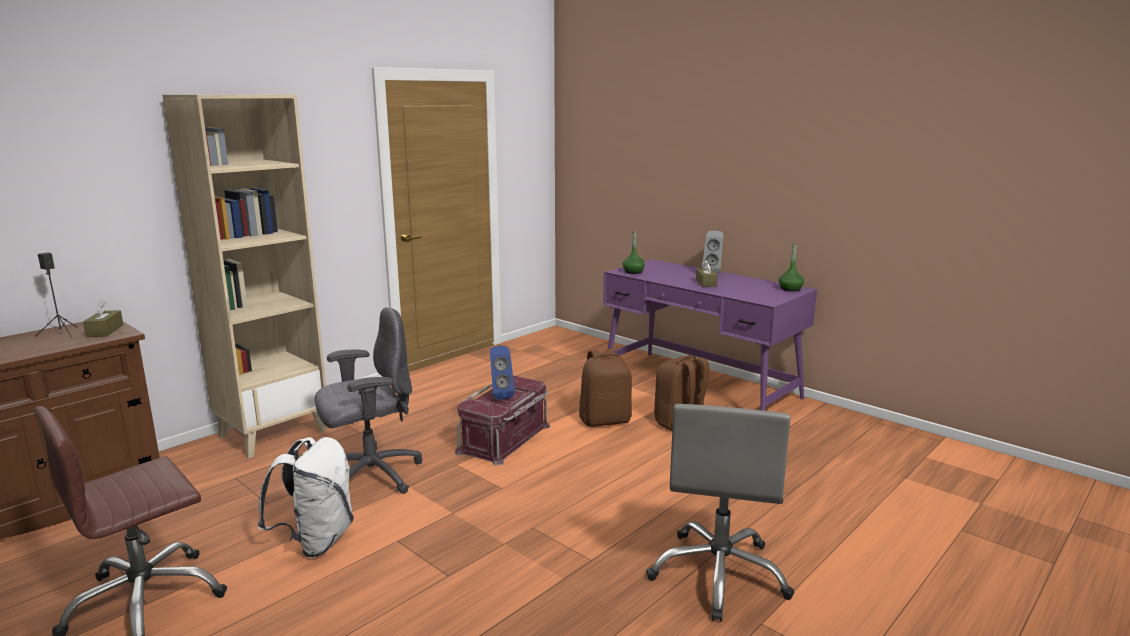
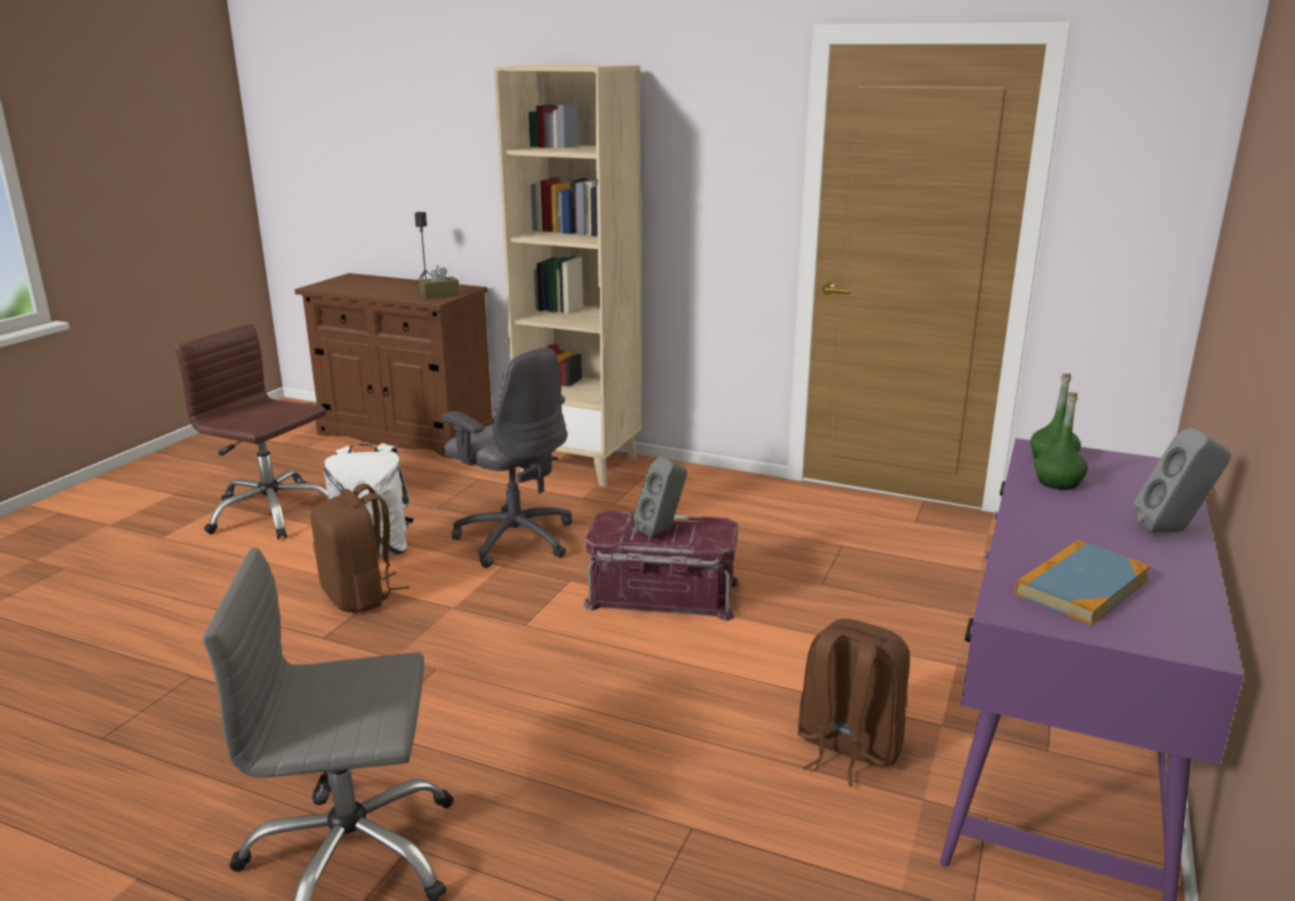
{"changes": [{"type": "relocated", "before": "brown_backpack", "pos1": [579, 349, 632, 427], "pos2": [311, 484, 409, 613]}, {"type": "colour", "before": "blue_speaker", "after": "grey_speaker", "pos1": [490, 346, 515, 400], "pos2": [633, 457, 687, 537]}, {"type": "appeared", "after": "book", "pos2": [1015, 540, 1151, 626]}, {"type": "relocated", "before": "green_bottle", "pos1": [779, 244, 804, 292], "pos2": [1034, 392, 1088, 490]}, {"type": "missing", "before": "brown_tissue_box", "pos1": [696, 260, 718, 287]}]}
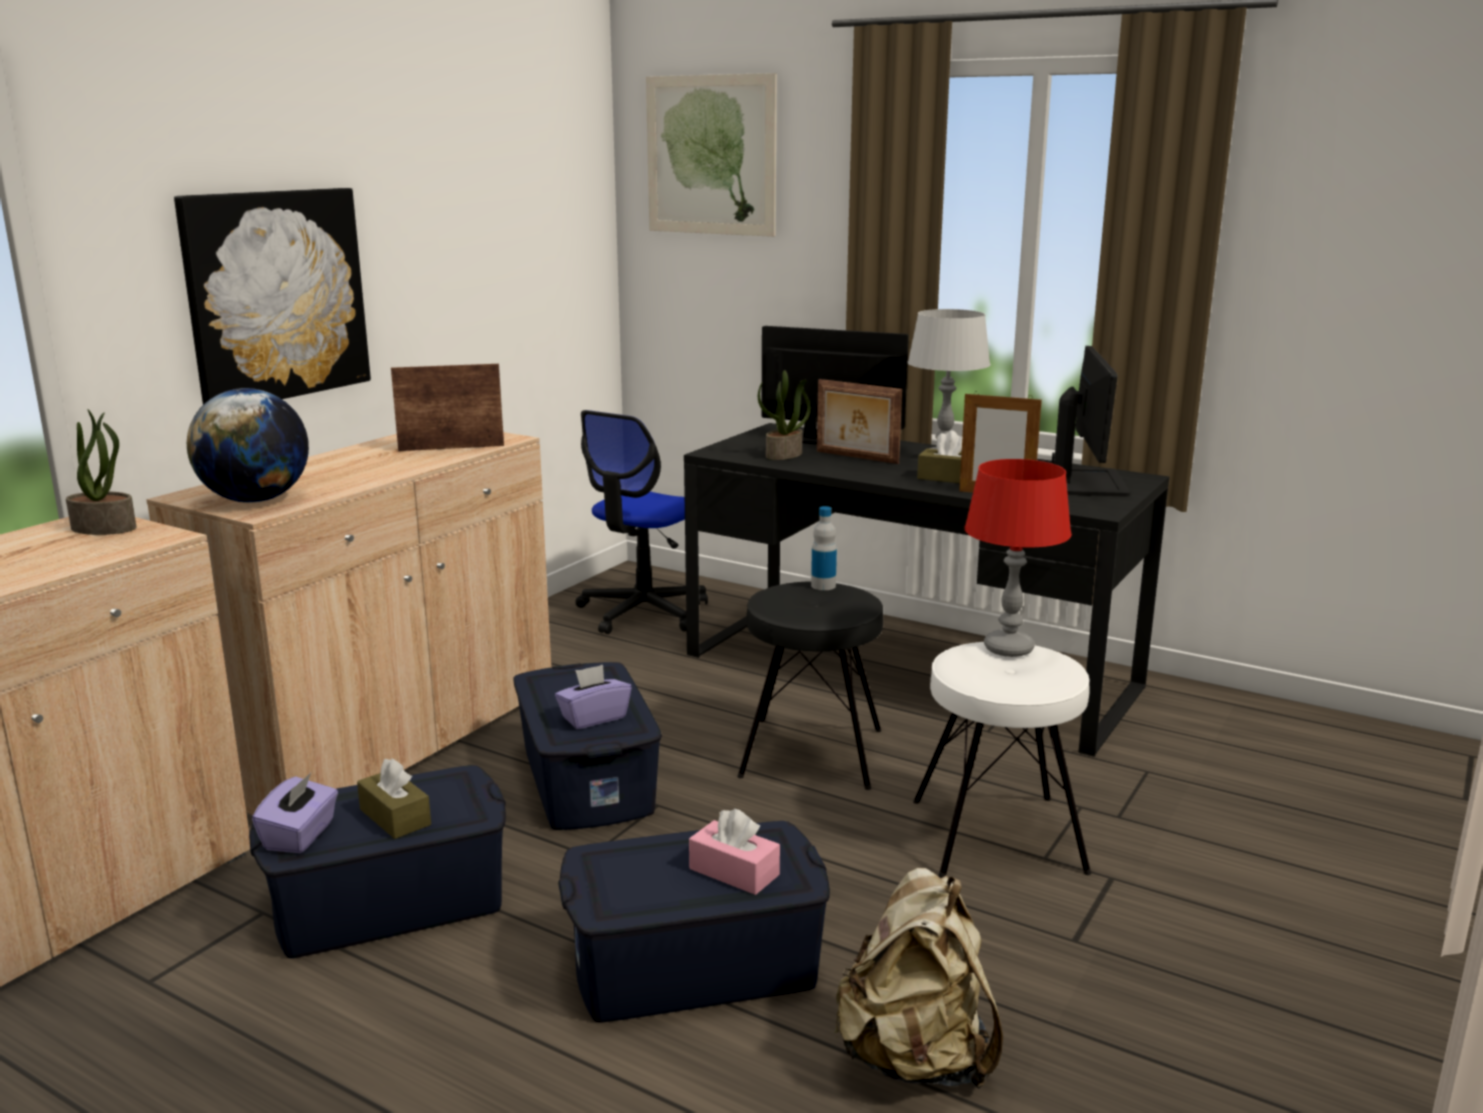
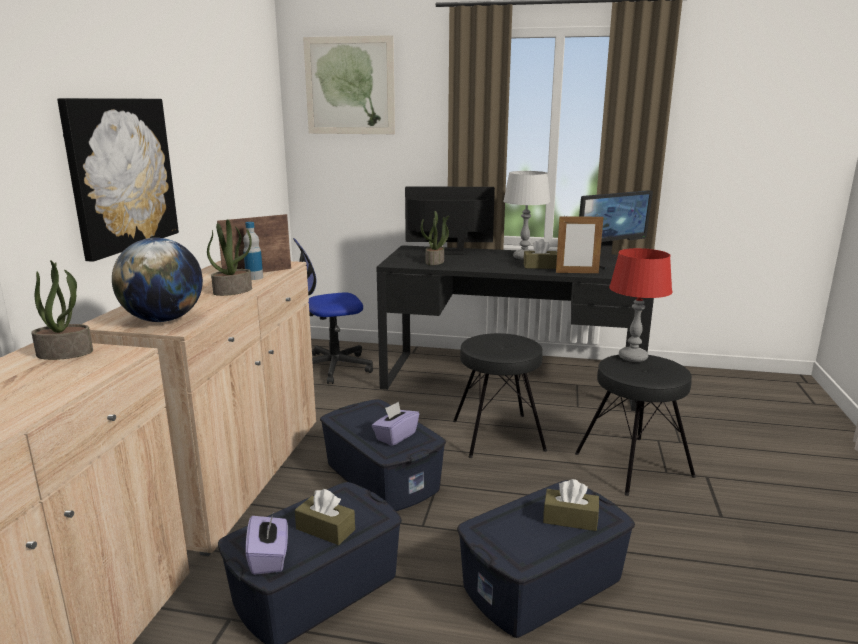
{"changes": [{"type": "appeared", "after": "potted_plant", "pos2": [207, 219, 252, 296]}, {"type": "relocated", "before": "bottle", "pos1": [811, 506, 837, 590], "pos2": [243, 222, 263, 280]}, {"type": "spun", "before": "office_chair", "pos1": [575, 410, 708, 634], "pos2": [293, 238, 373, 384], "turn": 60}, {"type": "colour", "before": "pink_tissue_box", "after": "brown_tissue_box", "pos1": [689, 809, 780, 895], "pos2": [543, 479, 599, 531]}, {"type": "colour", "before": "white_stool", "after": "black_stool", "pos1": [913, 642, 1091, 878], "pos2": [575, 355, 696, 496]}, {"type": "spun", "before": "monitor", "pos1": [1052, 346, 1130, 497], "pos2": [579, 190, 653, 269], "turn": 75}, {"type": "missing", "before": "picture_frame", "pos1": [817, 379, 902, 464]}, {"type": "missing", "before": "beige_backpack", "pos1": [834, 868, 1003, 1089]}]}
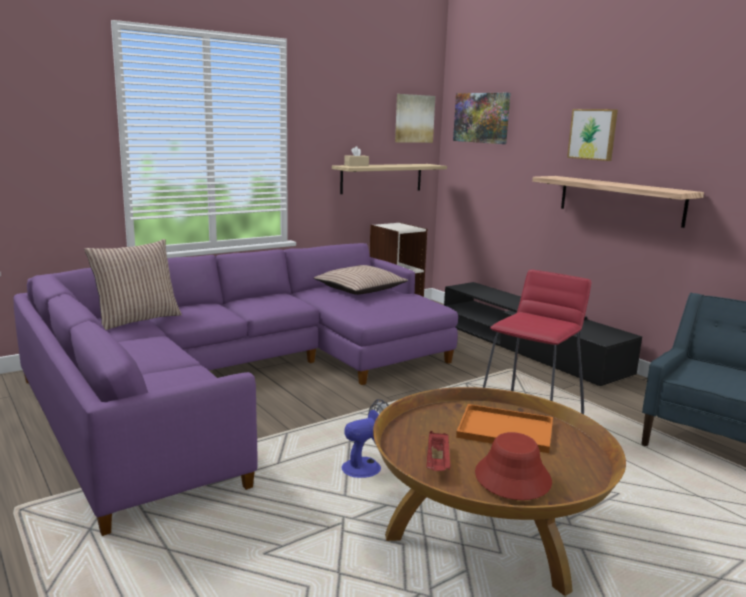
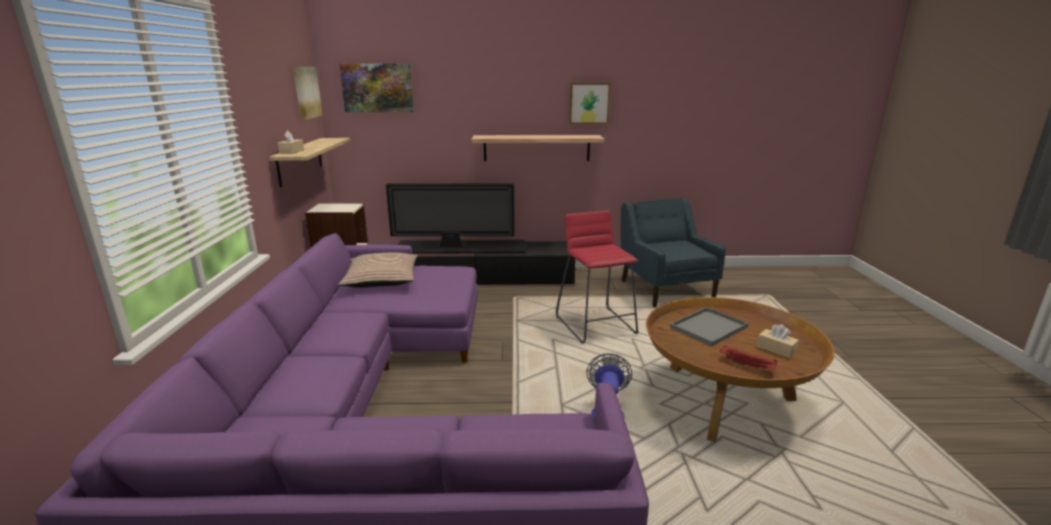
{"changes": [{"type": "appeared", "after": "television", "pos2": [386, 183, 515, 248]}, {"type": "relocated", "before": "picture", "pos1": [567, 109, 618, 161], "pos2": [570, 83, 610, 124]}, {"type": "colour", "before": "orange_tray", "after": "grey_tray", "pos1": [456, 404, 553, 453], "pos2": [670, 307, 748, 347]}, {"type": "exchanged", "before": "red_hat", "after": "beige_tissue_box", "pos1": [475, 432, 552, 500], "pos2": [757, 324, 799, 358]}, {"type": "missing", "before": "pillow", "pos1": [84, 239, 182, 330]}]}
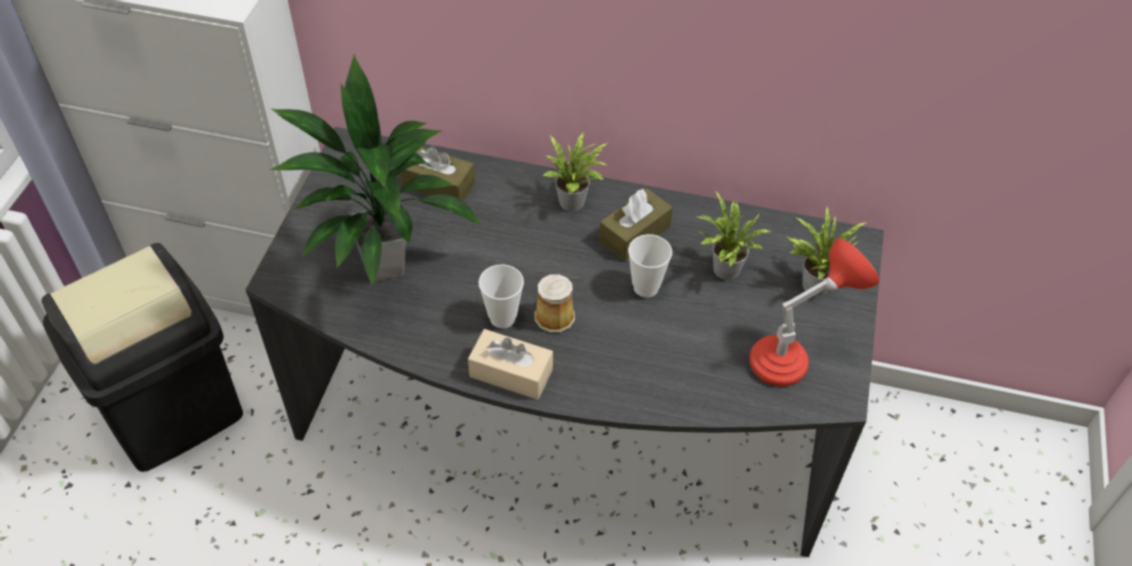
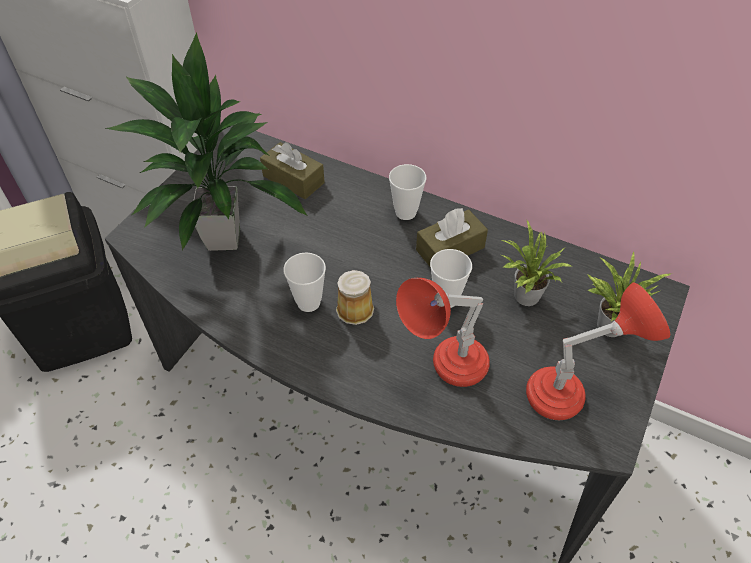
{"changes": [{"type": "exchanged", "before": "potted_plant", "after": "cup", "pos1": [542, 132, 609, 212], "pos2": [389, 164, 427, 220]}, {"type": "appeared", "after": "red_table_lamp", "pos2": [396, 278, 490, 387]}, {"type": "missing", "before": "beige_tissue_box", "pos1": [468, 329, 553, 400]}]}
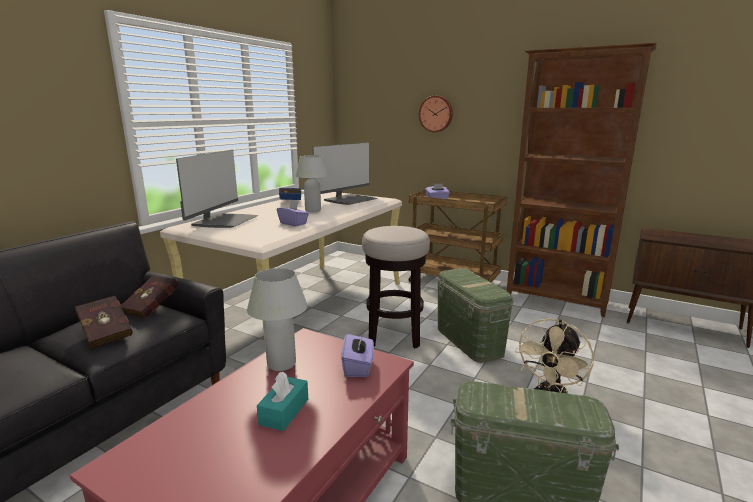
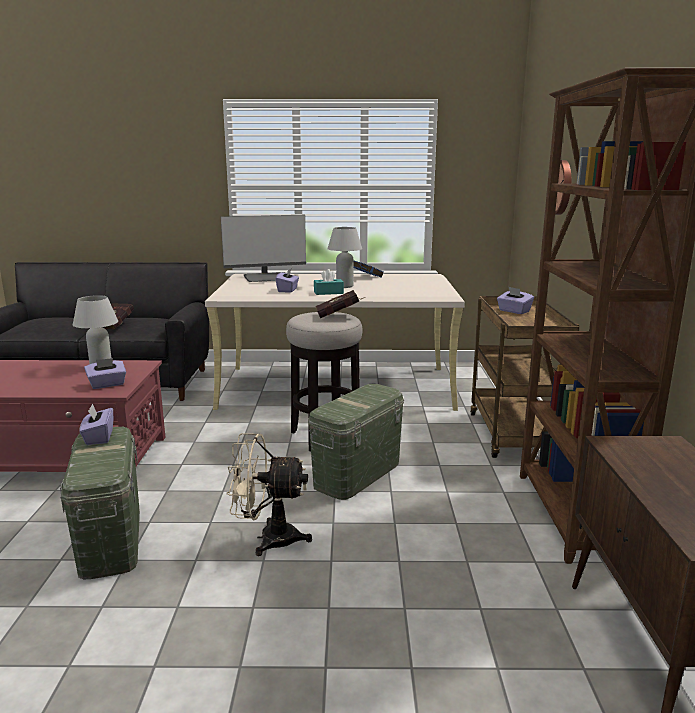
{"changes": [{"type": "appeared", "after": "purple_tissue_box", "pos2": [79, 404, 113, 445]}, {"type": "relocated", "before": "turquoise_tissue_box", "pos1": [257, 372, 308, 431], "pos2": [314, 269, 344, 295]}, {"type": "relocated", "before": "red_book", "pos1": [121, 276, 179, 318], "pos2": [316, 290, 365, 318]}, {"type": "missing", "before": "monitor", "pos1": [313, 142, 378, 205]}]}
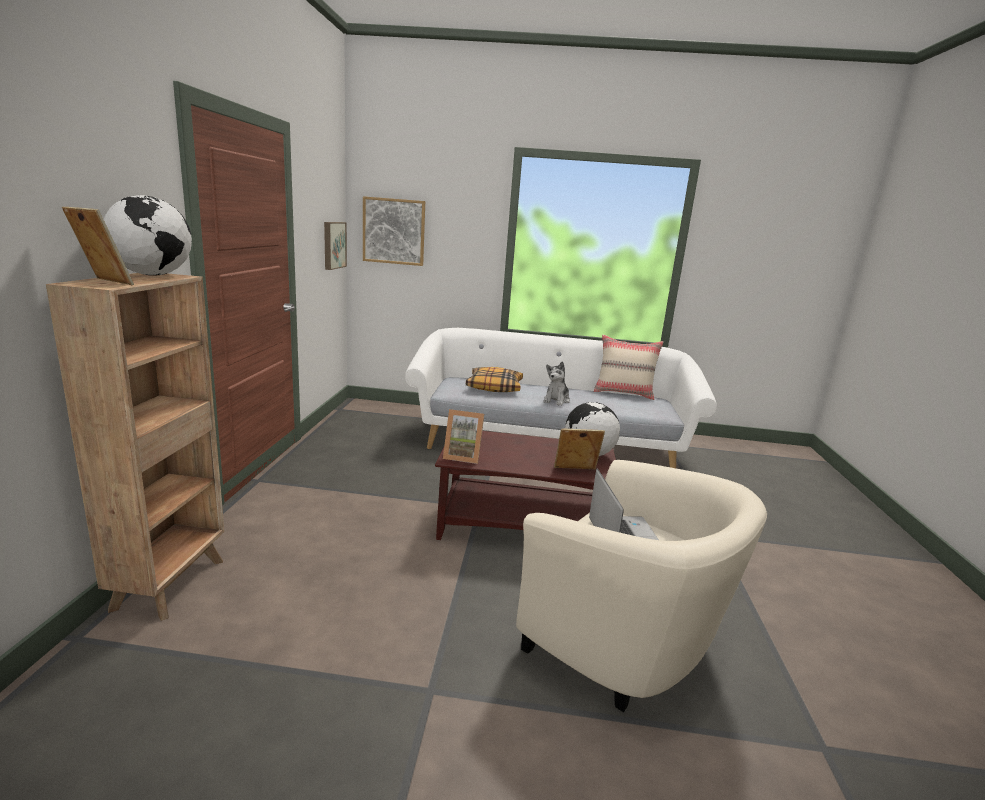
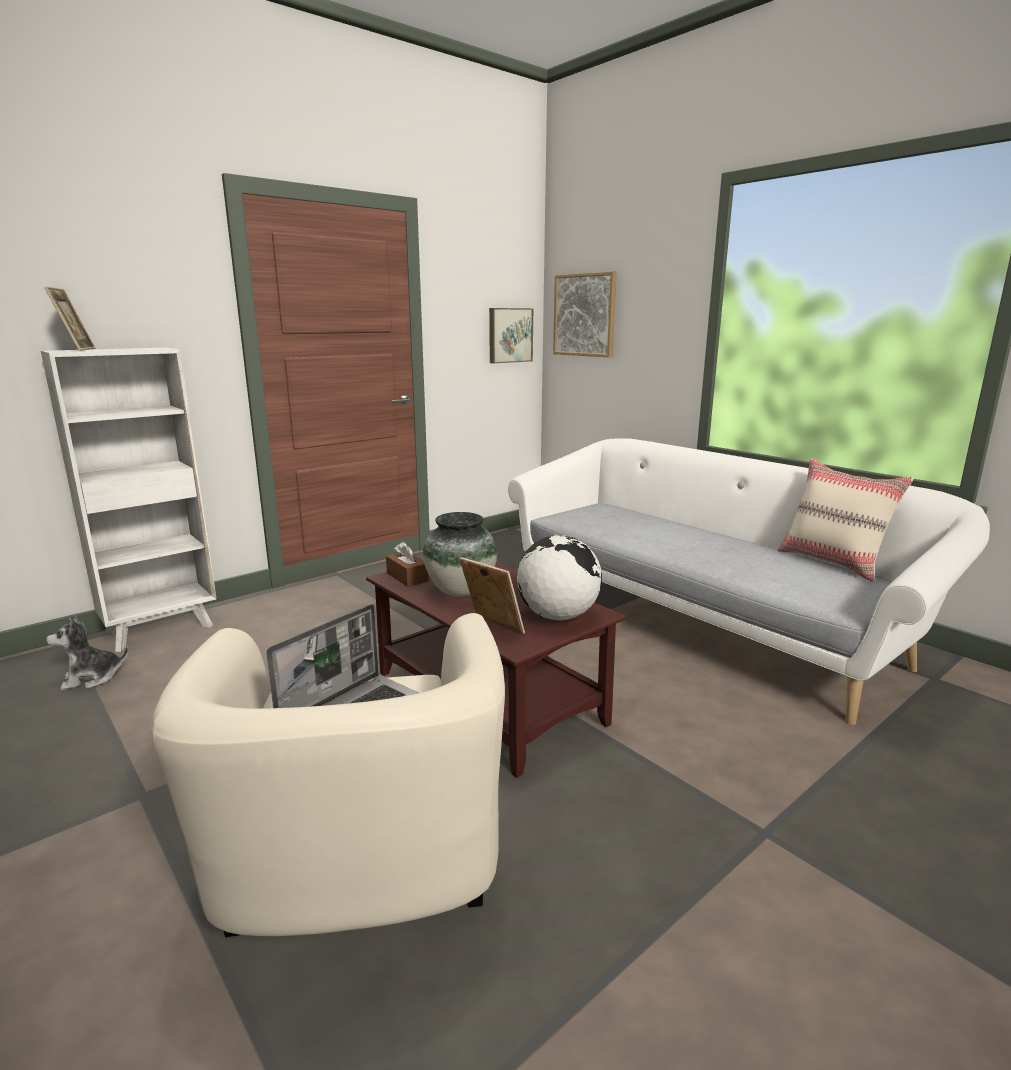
{"changes": [{"type": "colour", "before": "brown_bookcase", "after": "white_bookcase", "pos1": [46, 273, 225, 621], "pos2": [41, 348, 217, 652]}, {"type": "relocated", "before": "plush_toy", "pos1": [544, 362, 570, 406], "pos2": [46, 616, 129, 690]}, {"type": "exchanged", "before": "picture_frame", "after": "brown_tissue_box", "pos1": [443, 409, 484, 464], "pos2": [386, 542, 429, 587]}, {"type": "appeared", "after": "vase", "pos2": [423, 512, 497, 597]}, {"type": "missing", "before": "globe", "pos1": [104, 195, 192, 276]}, {"type": "missing", "before": "pillow", "pos1": [466, 367, 523, 392]}]}
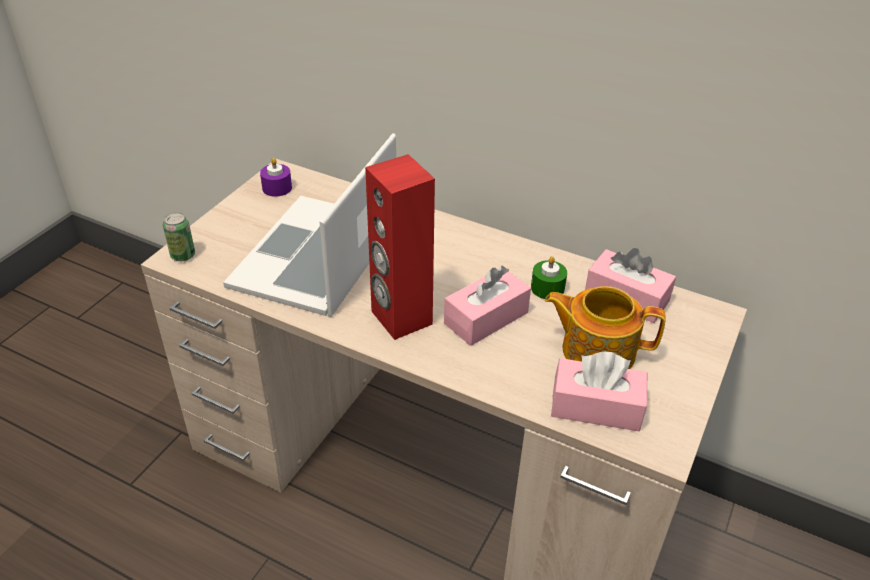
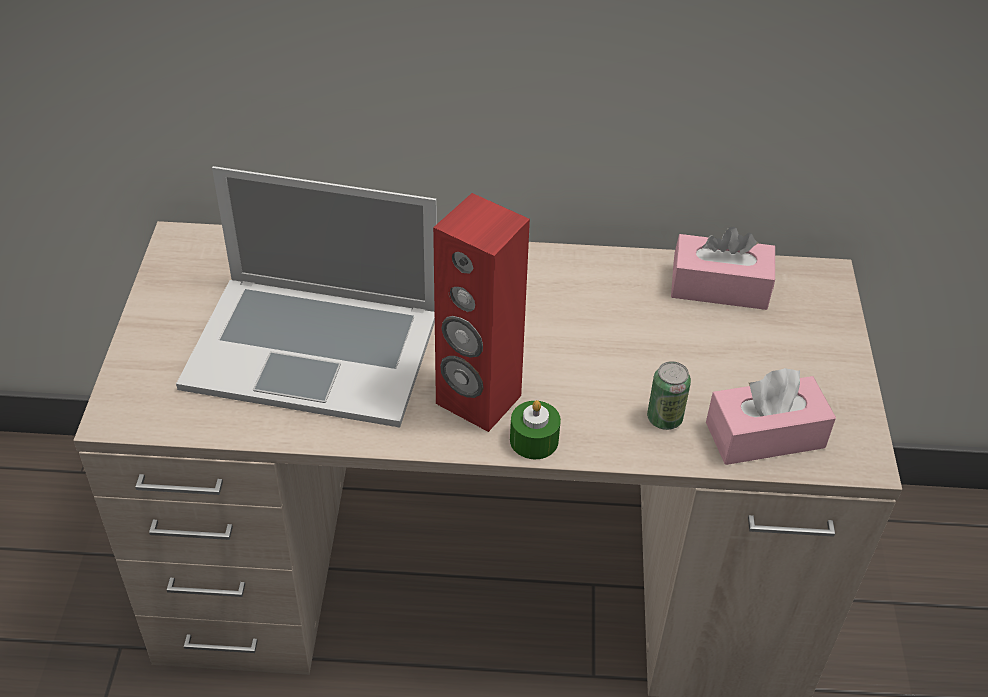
{"changes": [{"type": "spun", "before": "laptop", "pos1": [223, 133, 396, 317], "pos2": [176, 166, 437, 428], "turn": -75}, {"type": "relocated", "before": "green_candle", "pos1": [531, 256, 567, 299], "pos2": [510, 400, 561, 459]}, {"type": "relocated", "before": "can", "pos1": [163, 212, 195, 261], "pos2": [647, 361, 691, 430]}, {"type": "missing", "before": "purple_candle", "pos1": [260, 158, 292, 197]}, {"type": "missing", "before": "pink_tissue_box", "pos1": [444, 266, 531, 346]}, {"type": "missing", "before": "teapot", "pos1": [545, 286, 665, 369]}]}
